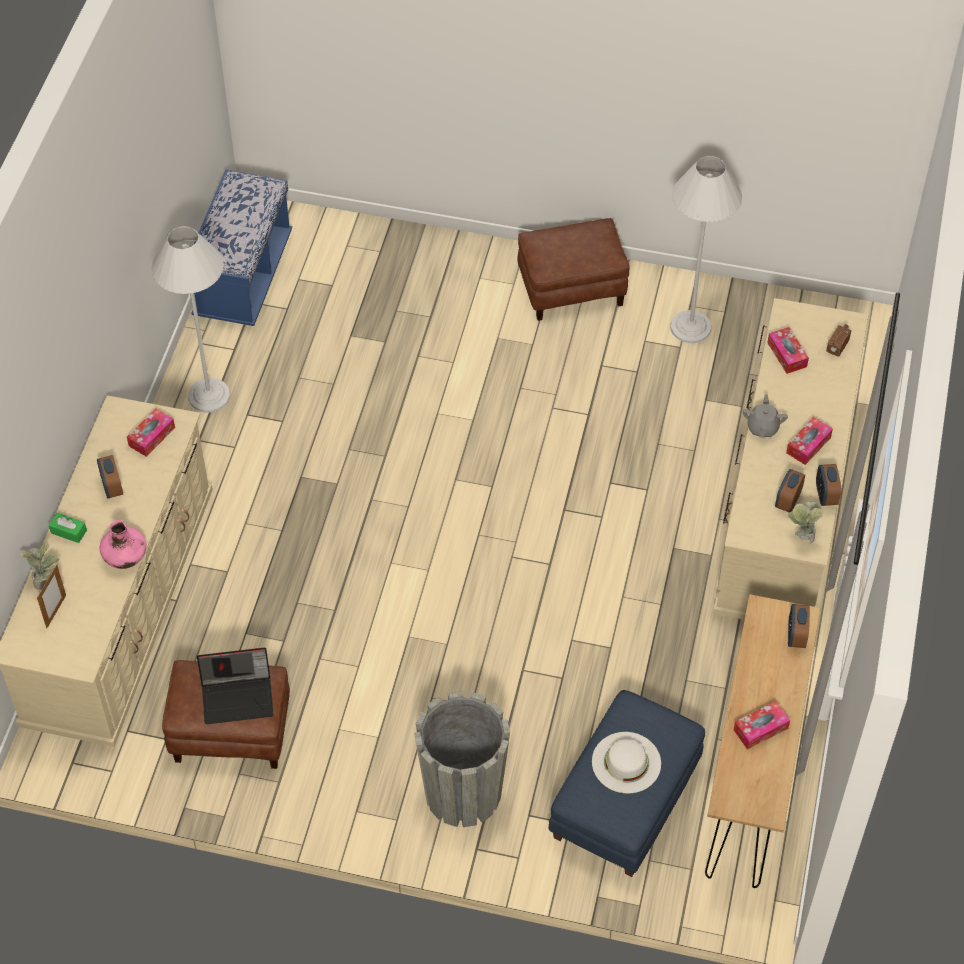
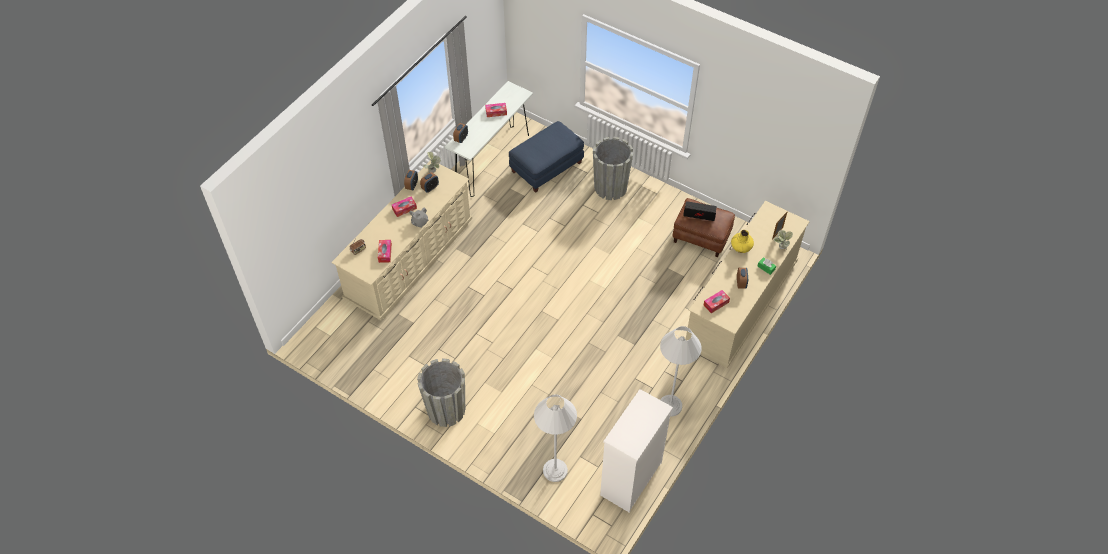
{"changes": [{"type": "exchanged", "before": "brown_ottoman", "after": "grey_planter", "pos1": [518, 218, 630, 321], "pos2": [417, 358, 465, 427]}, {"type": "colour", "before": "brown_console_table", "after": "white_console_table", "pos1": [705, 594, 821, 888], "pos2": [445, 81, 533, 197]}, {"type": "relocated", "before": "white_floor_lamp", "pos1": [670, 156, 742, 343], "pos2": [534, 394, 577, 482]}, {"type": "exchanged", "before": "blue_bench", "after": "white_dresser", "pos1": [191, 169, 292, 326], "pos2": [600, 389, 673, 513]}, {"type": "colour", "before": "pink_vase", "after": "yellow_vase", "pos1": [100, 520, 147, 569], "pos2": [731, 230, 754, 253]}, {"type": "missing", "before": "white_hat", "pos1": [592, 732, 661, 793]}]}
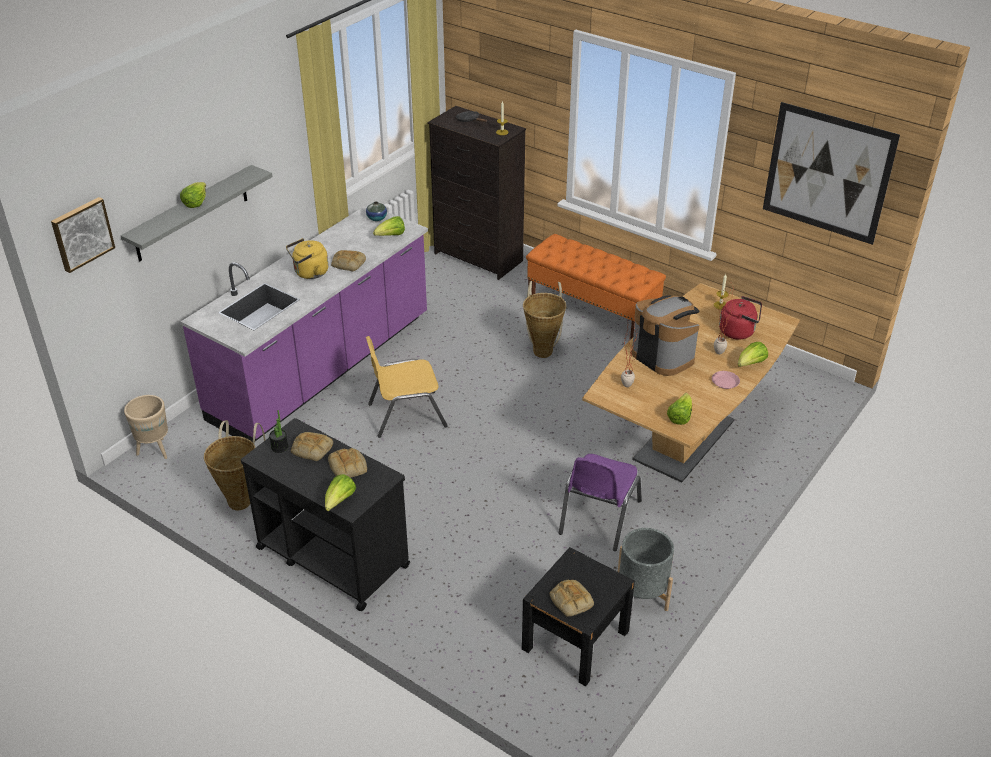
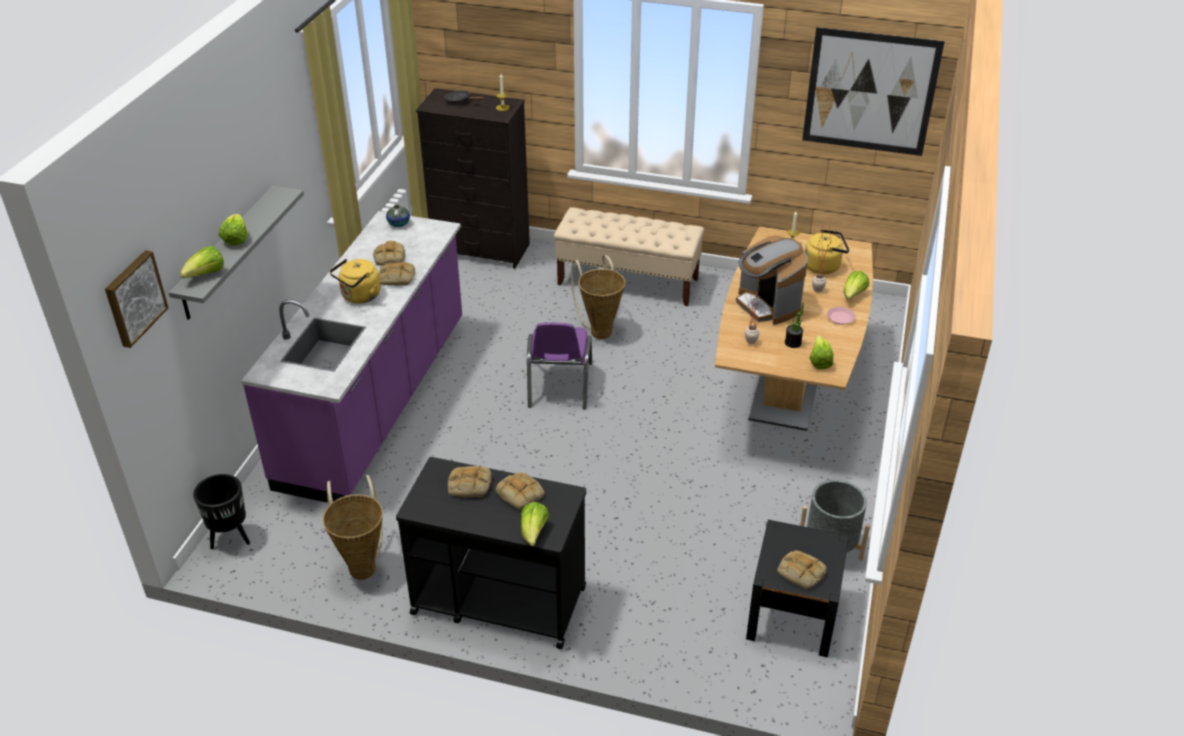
{"changes": [{"type": "relocated", "before": "lettuce", "pos1": [373, 216, 405, 236], "pos2": [180, 246, 224, 278]}, {"type": "colour", "before": "beige_planter", "after": "black_planter", "pos1": [124, 395, 168, 459], "pos2": [193, 474, 250, 549]}, {"type": "appeared", "after": "bread", "pos2": [373, 241, 405, 266]}, {"type": "relocated", "before": "purple_chair", "pos1": [559, 454, 642, 551], "pos2": [527, 322, 592, 409]}, {"type": "colour", "before": "orange_bench", "after": "beige_bench", "pos1": [526, 234, 666, 339], "pos2": [554, 207, 704, 306]}, {"type": "spun", "before": "coffee_machine", "pos1": [632, 295, 699, 376], "pos2": [736, 235, 808, 325], "turn": -150}, {"type": "relocated", "before": "potted_plant", "pos1": [269, 410, 288, 453], "pos2": [785, 303, 804, 348]}, {"type": "colour", "before": "red_kettle", "after": "yellow_kettle", "pos1": [719, 296, 762, 340], "pos2": [805, 229, 849, 274]}, {"type": "missing", "before": "yellow_chair", "pos1": [366, 336, 448, 438]}]}
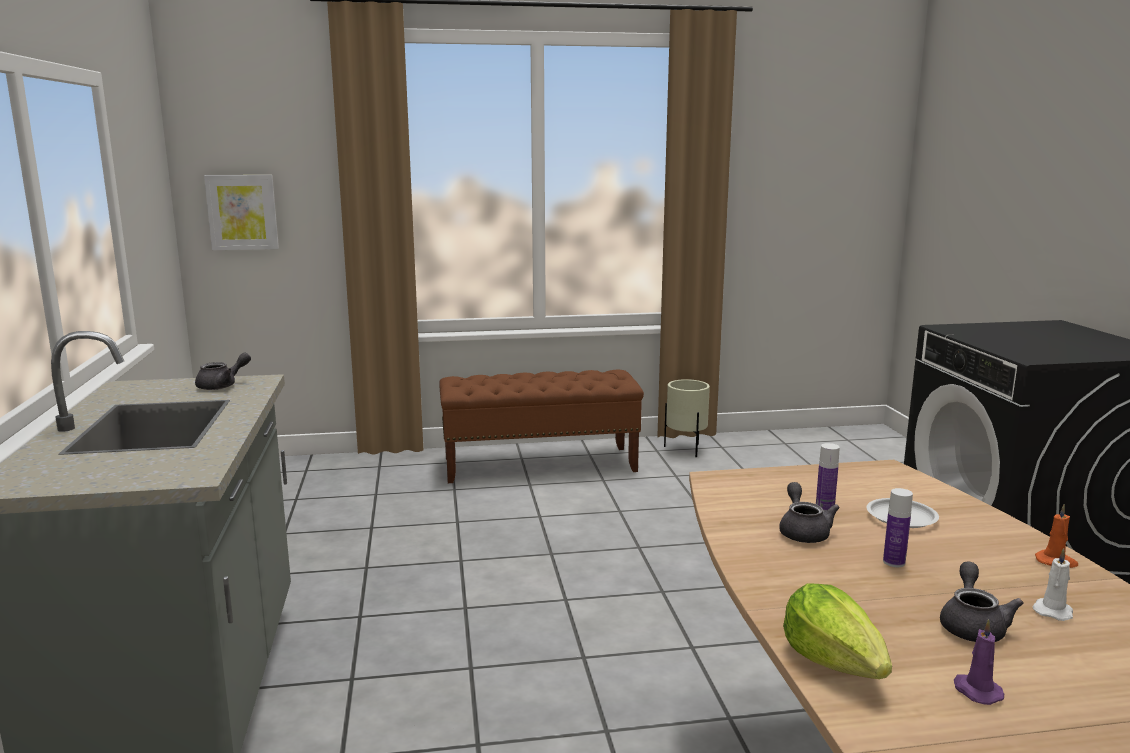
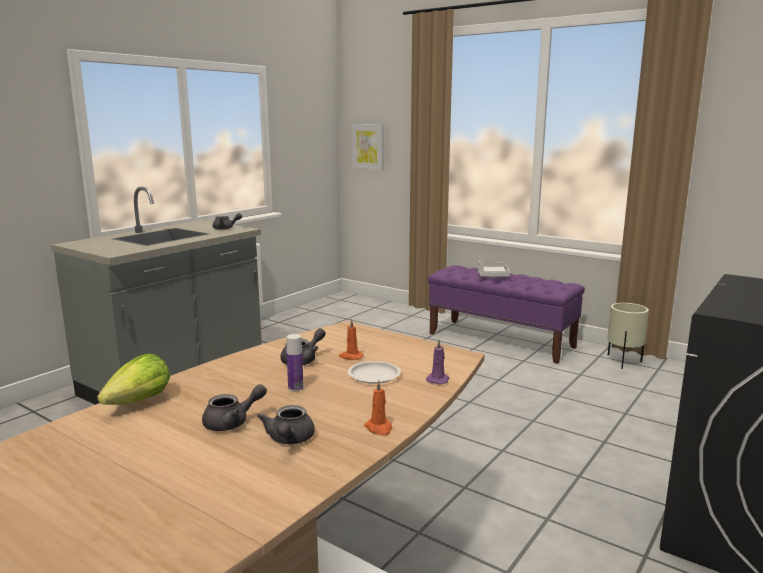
{"changes": [{"type": "exchanged", "before": "white_candle", "after": "grey_teapot", "pos1": [1032, 548, 1073, 621], "pos2": [257, 405, 315, 444]}, {"type": "exchanged", "before": "bottle", "after": "orange_candle", "pos1": [816, 443, 840, 512], "pos2": [339, 319, 364, 360]}, {"type": "relocated", "before": "purple_candle", "pos1": [954, 619, 1004, 705], "pos2": [426, 339, 449, 385]}, {"type": "colour", "before": "brown_bench", "after": "purple_bench", "pos1": [440, 369, 644, 483], "pos2": [428, 265, 585, 364]}, {"type": "appeared", "after": "grey_tray", "pos2": [478, 260, 510, 277]}]}
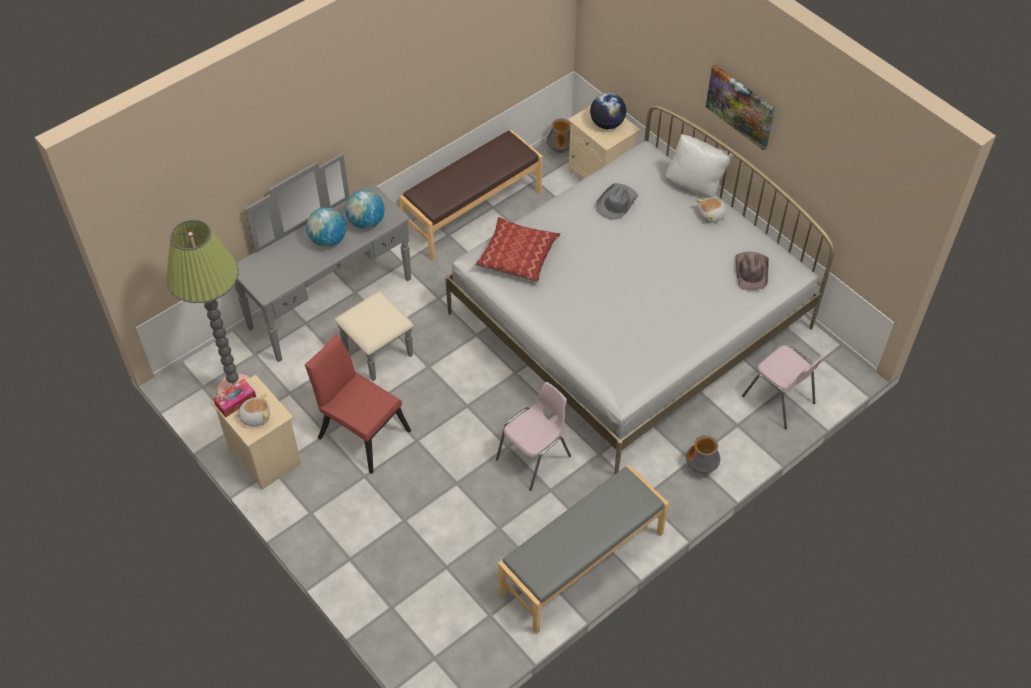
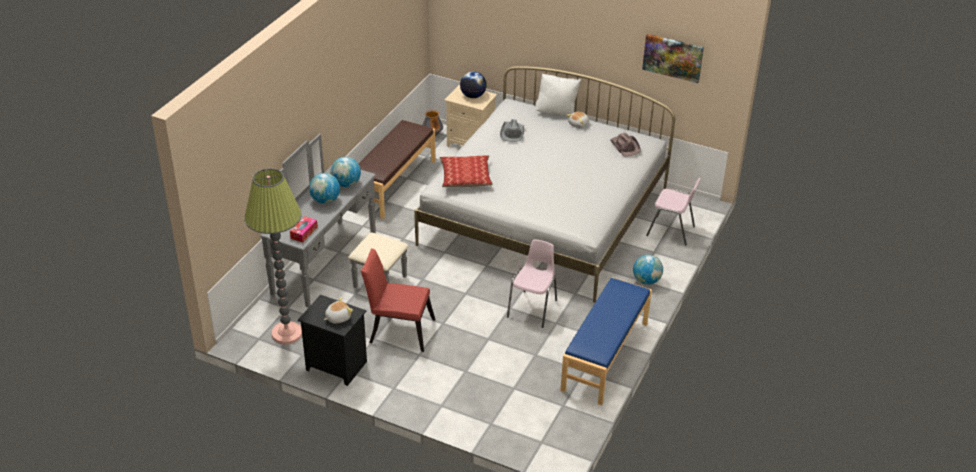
{"changes": [{"type": "relocated", "before": "tissue_box", "pos1": [213, 379, 256, 417], "pos2": [290, 216, 318, 242]}, {"type": "colour", "before": "beige_nightstand", "after": "black_nightstand", "pos1": [211, 375, 301, 490], "pos2": [298, 295, 367, 386]}, {"type": "colour", "before": "grey_bench", "after": "blue_bench", "pos1": [498, 465, 669, 634], "pos2": [560, 277, 652, 405]}, {"type": "exchanged", "before": "vase", "after": "globe", "pos1": [686, 435, 720, 473], "pos2": [633, 255, 663, 285]}, {"type": "relocated", "before": "picture", "pos1": [706, 65, 775, 151], "pos2": [642, 34, 704, 83]}]}
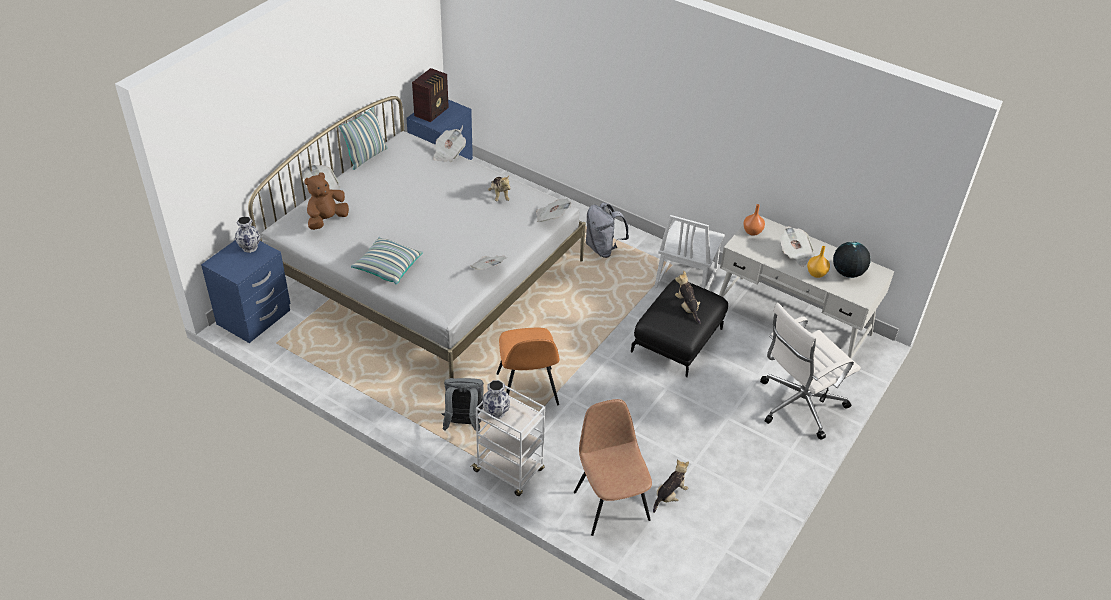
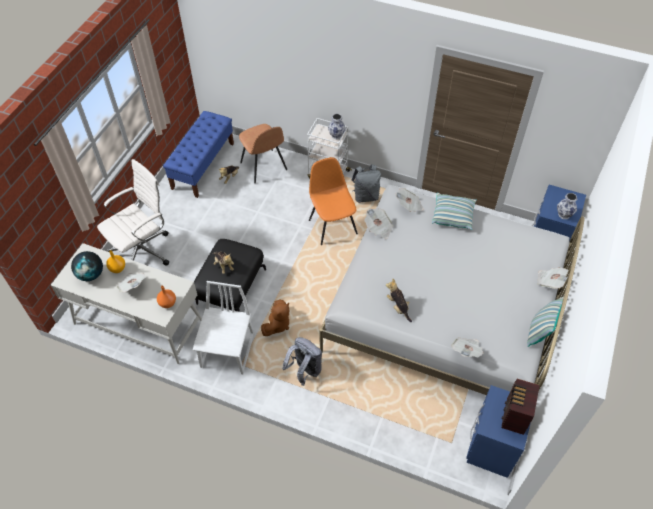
{"changes": [{"type": "appeared", "after": "blue_bench", "pos2": [163, 111, 234, 198]}, {"type": "relocated", "before": "brown_plush_toy", "pos1": [304, 172, 349, 230], "pos2": [261, 300, 289, 336]}, {"type": "relocated", "before": "newspaper", "pos1": [536, 198, 571, 222], "pos2": [395, 188, 424, 212]}]}
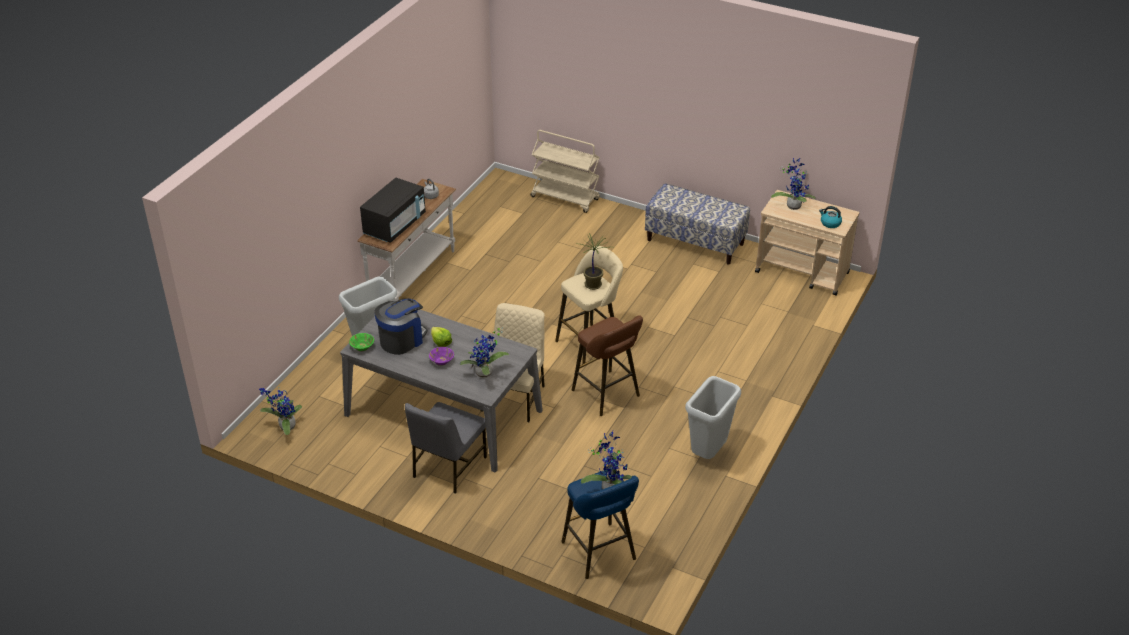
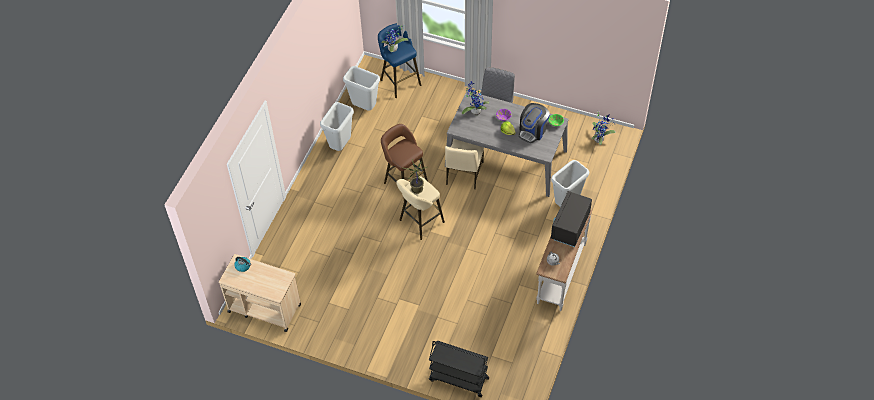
{"changes": [{"type": "appeared", "after": "grey_trash_can", "pos2": [343, 66, 380, 111]}, {"type": "colour", "before": "beige_cart", "after": "black_cart", "pos1": [530, 130, 600, 213], "pos2": [429, 341, 489, 397]}, {"type": "missing", "before": "bench", "pos1": [645, 183, 750, 265]}, {"type": "missing", "before": "potted_plant", "pos1": [771, 158, 816, 210]}]}
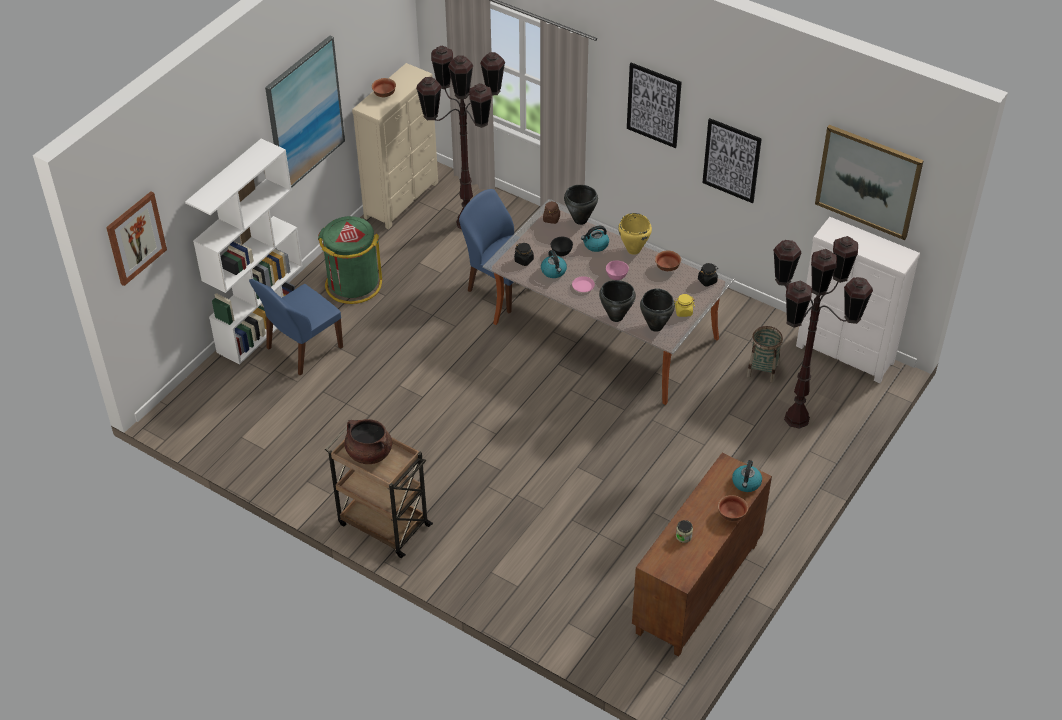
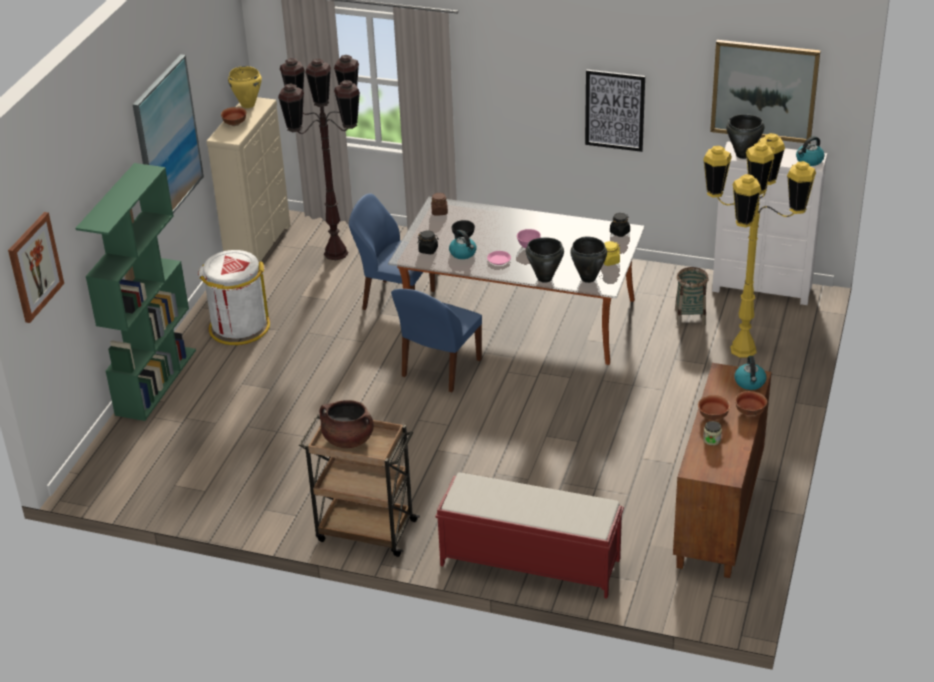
{"changes": [{"type": "colour", "before": "white_bookcase", "after": "green_bookcase", "pos1": [185, 139, 303, 365], "pos2": [75, 163, 196, 421]}, {"type": "colour", "before": "green_trash_can", "after": "white_trash_can", "pos1": [318, 216, 382, 304], "pos2": [198, 250, 270, 345]}, {"type": "relocated", "before": "yellow_cooking_pot", "pos1": [618, 213, 652, 255], "pos2": [228, 66, 262, 108]}, {"type": "relocated", "before": "blue_chair", "pos1": [249, 279, 343, 375], "pos2": [391, 289, 482, 392]}, {"type": "appeared", "after": "red_bench", "pos2": [435, 473, 624, 599]}, {"type": "relocated", "before": "bowl", "pos1": [655, 251, 681, 271], "pos2": [698, 395, 730, 420]}, {"type": "colour", "before": "brown_floor_lamp", "after": "yellow_floor_lamp", "pos1": [773, 236, 873, 429], "pos2": [703, 133, 816, 358]}, {"type": "relocated", "before": "black_cooking_pot", "pos1": [564, 185, 598, 225], "pos2": [726, 114, 764, 159]}, {"type": "relocated", "before": "kettle", "pos1": [581, 226, 609, 252], "pos2": [796, 136, 825, 166]}, {"type": "missing", "before": "picture", "pos1": [627, 63, 682, 148]}]}
